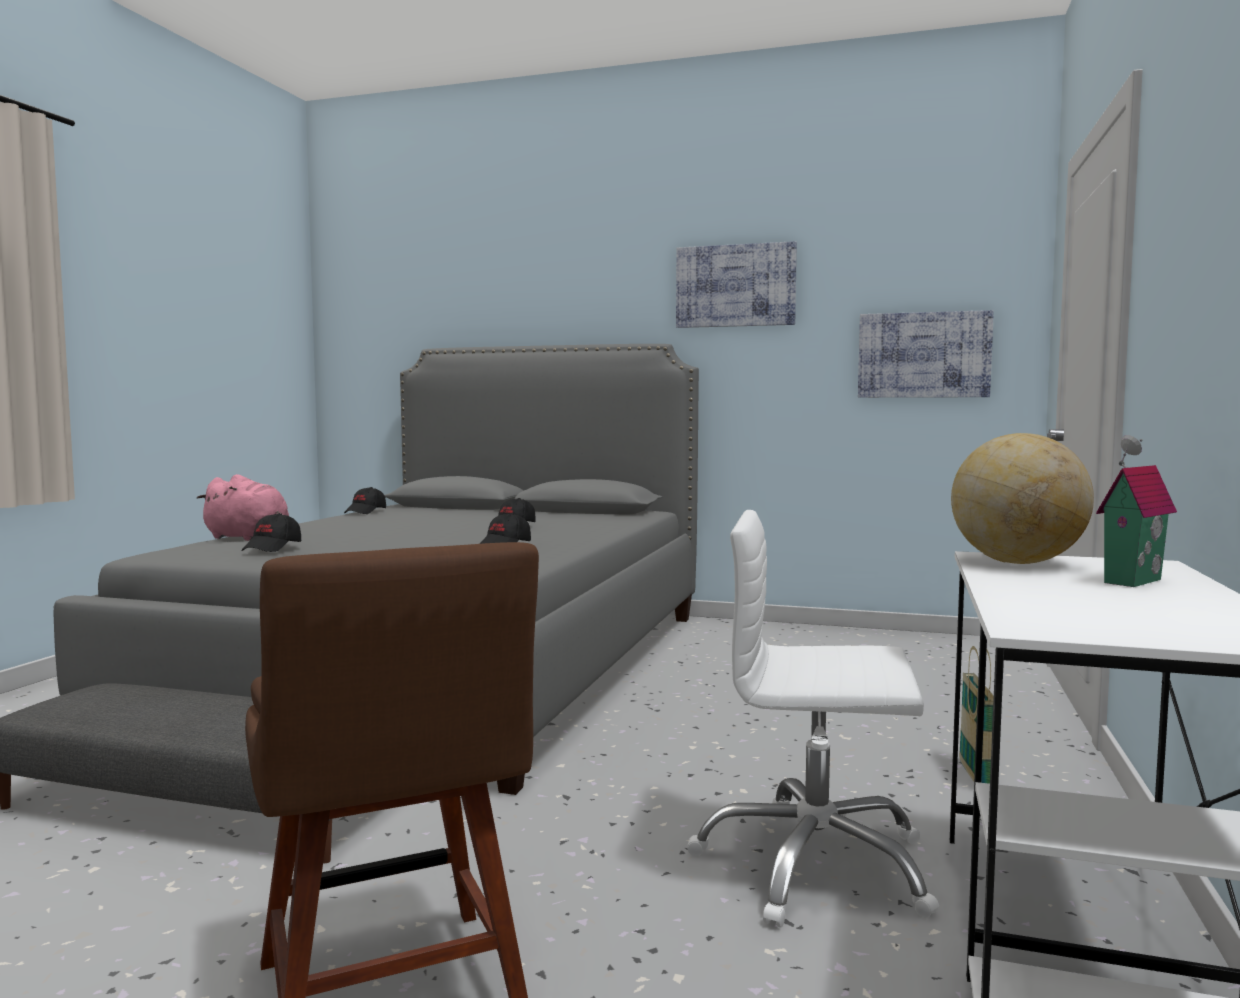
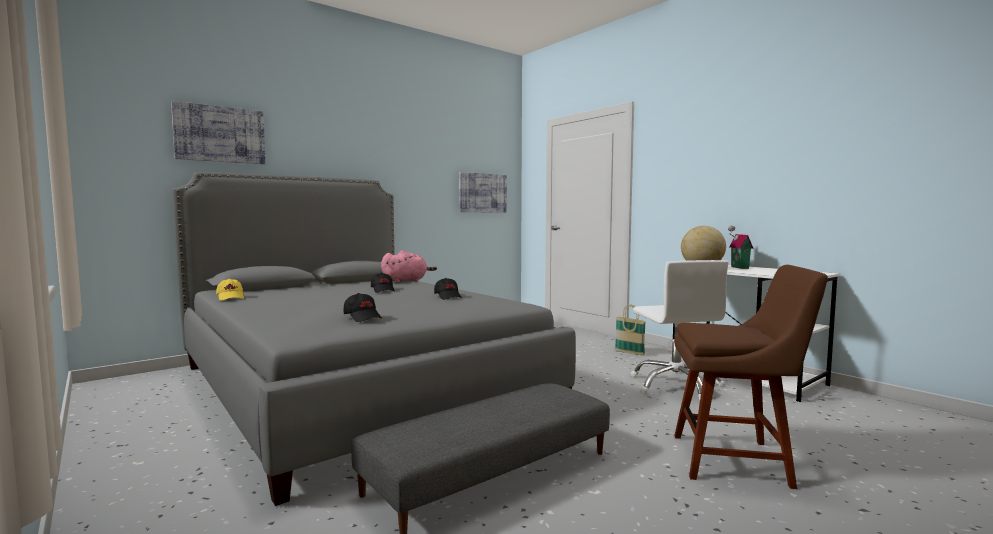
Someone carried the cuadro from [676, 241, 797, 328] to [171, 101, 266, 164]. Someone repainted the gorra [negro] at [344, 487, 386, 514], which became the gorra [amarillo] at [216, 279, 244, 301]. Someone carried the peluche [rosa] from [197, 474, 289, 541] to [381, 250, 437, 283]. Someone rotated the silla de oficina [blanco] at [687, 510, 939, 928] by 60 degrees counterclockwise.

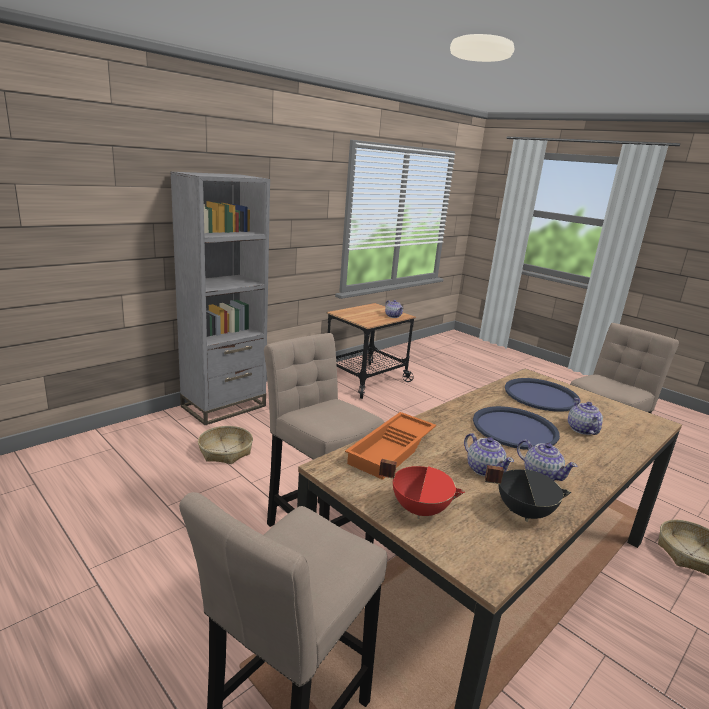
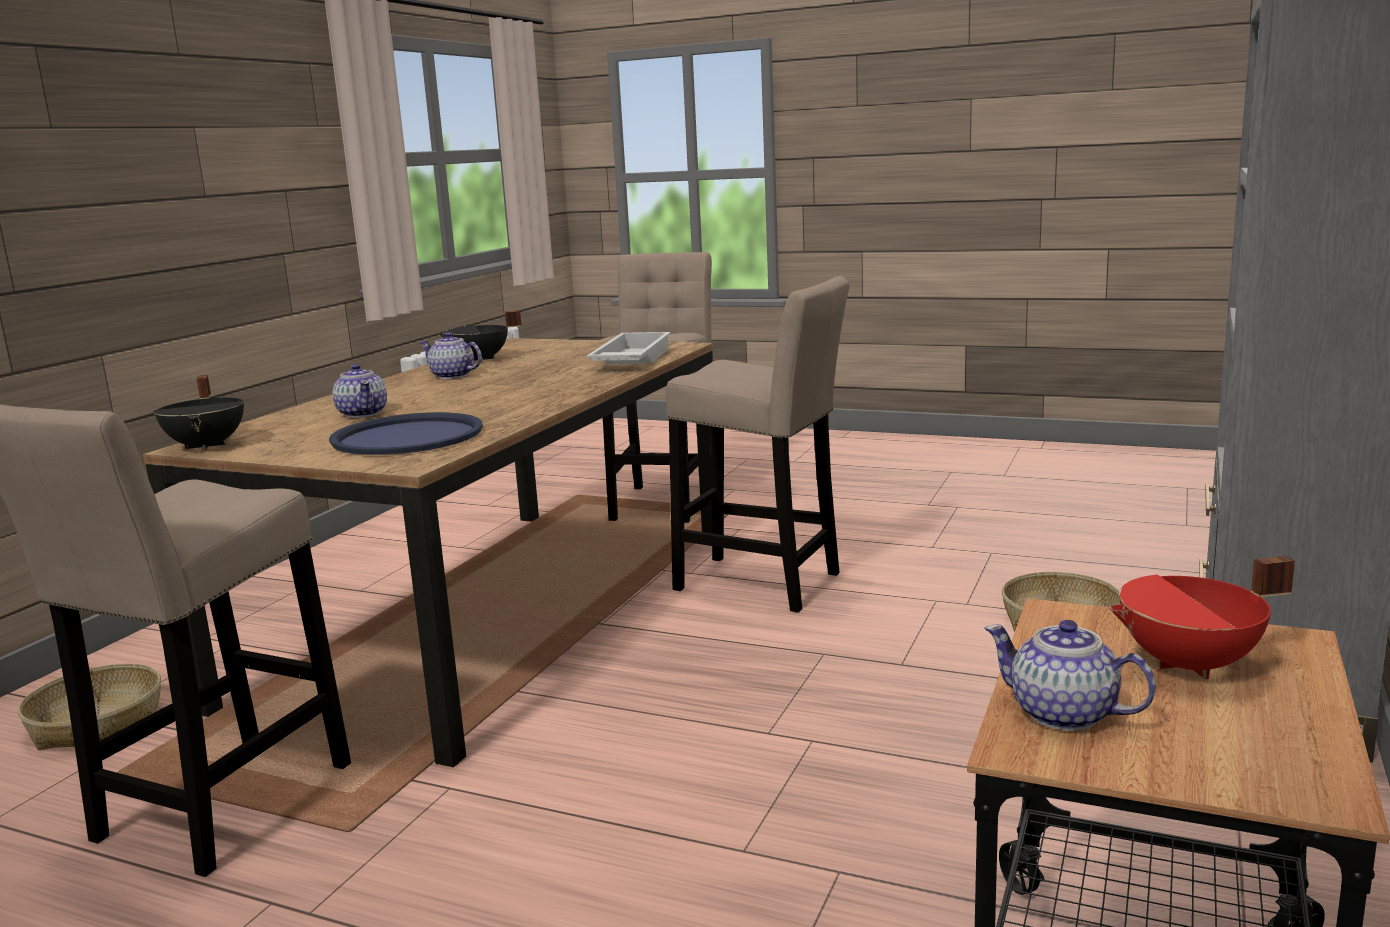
Someone put down the olla [negro] at [153, 375, 244, 451]. Someone repainted the bandeja [naranja] at [345, 412, 436, 480], which became the bandeja [blanco] at [587, 332, 671, 364]. Someone carried the olla [rojo] from [379, 459, 465, 519] to [1109, 556, 1295, 679]. Someone took away the tetera at [464, 433, 514, 476]. Someone took away the bandeja [azul] at [473, 406, 560, 450].

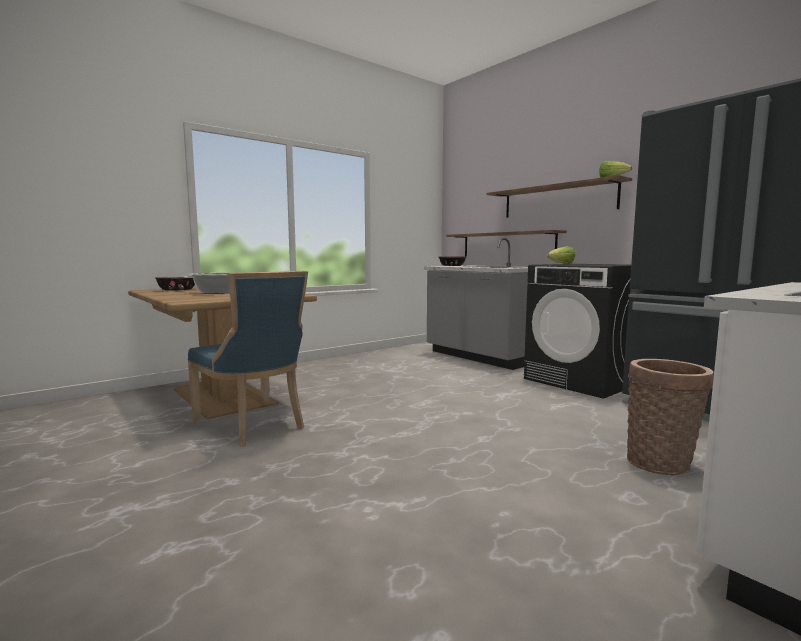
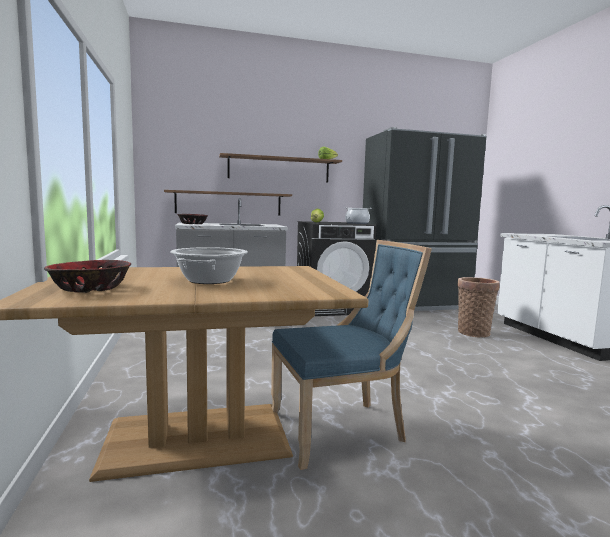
Someone put down the olla at [345, 207, 372, 224].

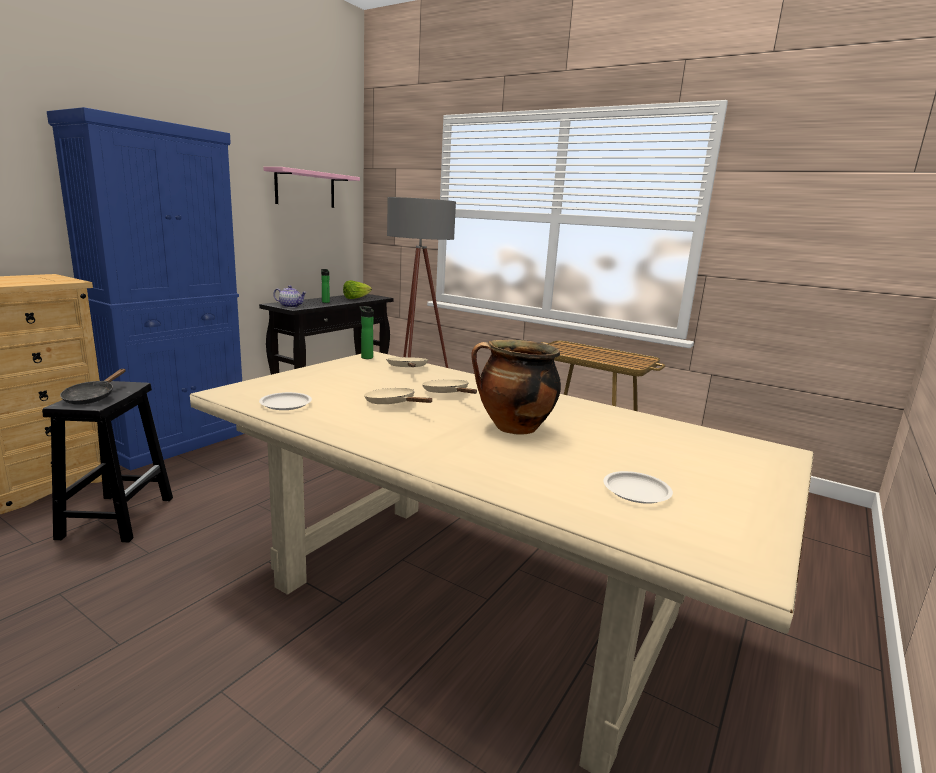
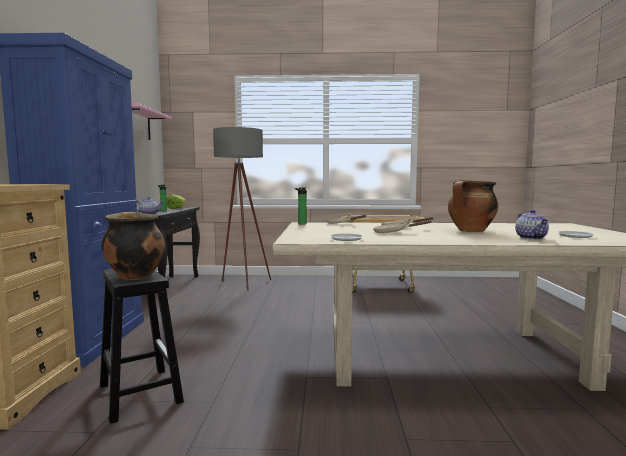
Someone swapped the sartén [negro] at [60, 369, 125, 405] for the olla at [101, 212, 165, 280]. Someone put down the tetera at [515, 209, 549, 240].

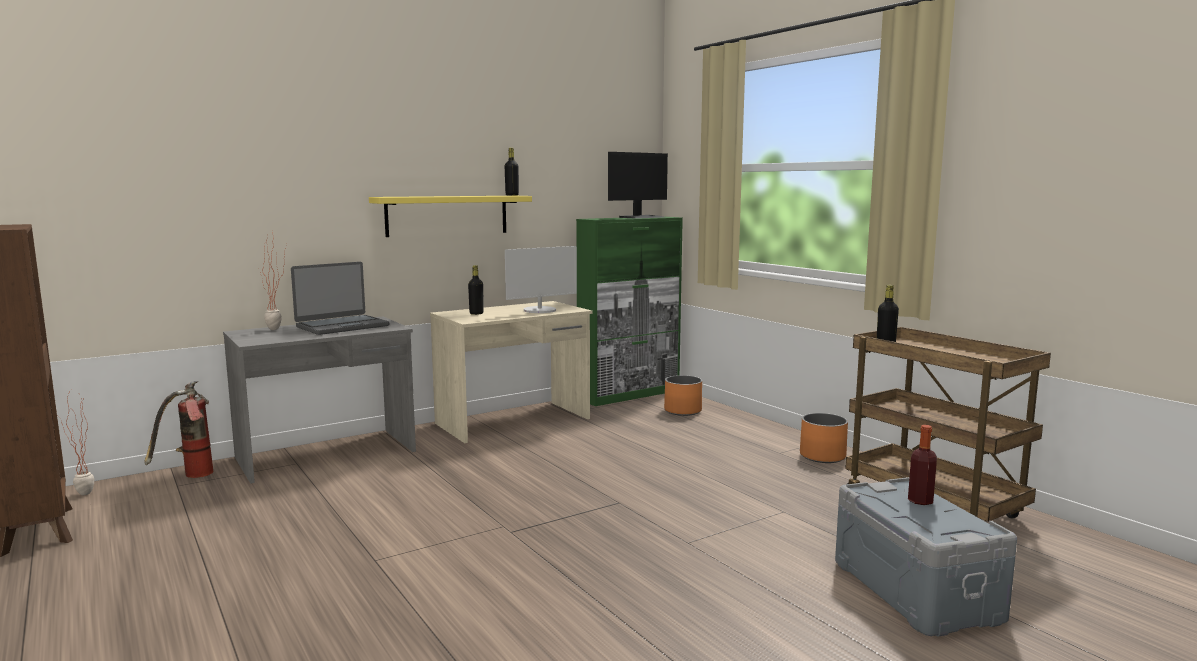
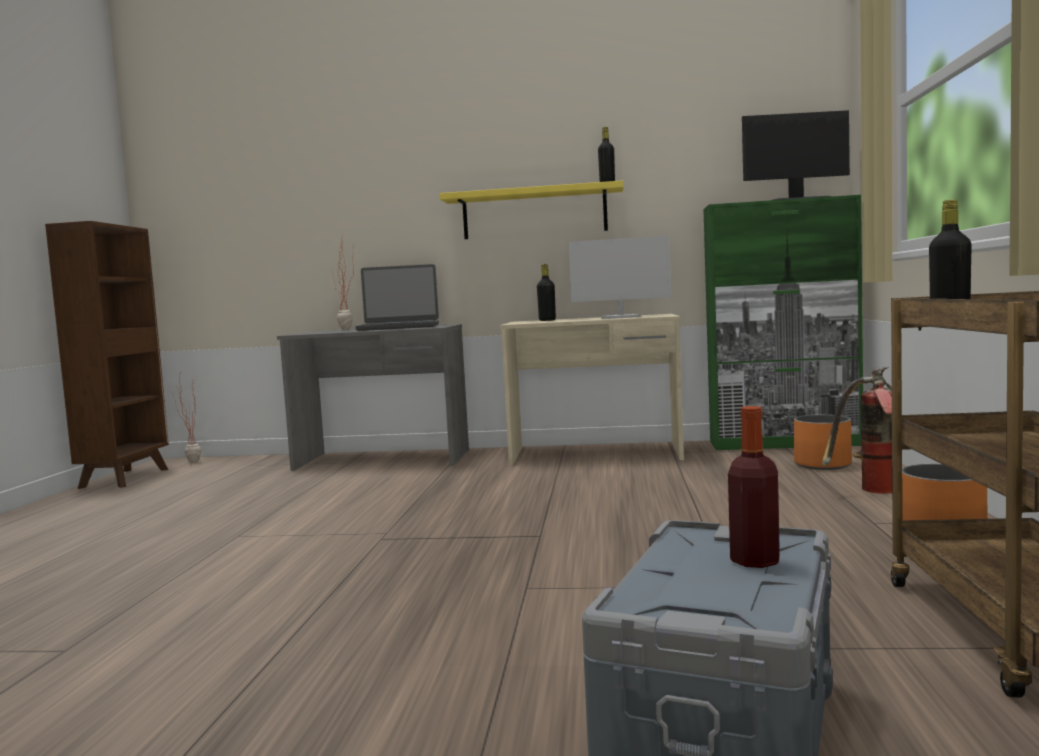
Someone carried the extintor from [144, 381, 213, 478] to [822, 367, 892, 494].

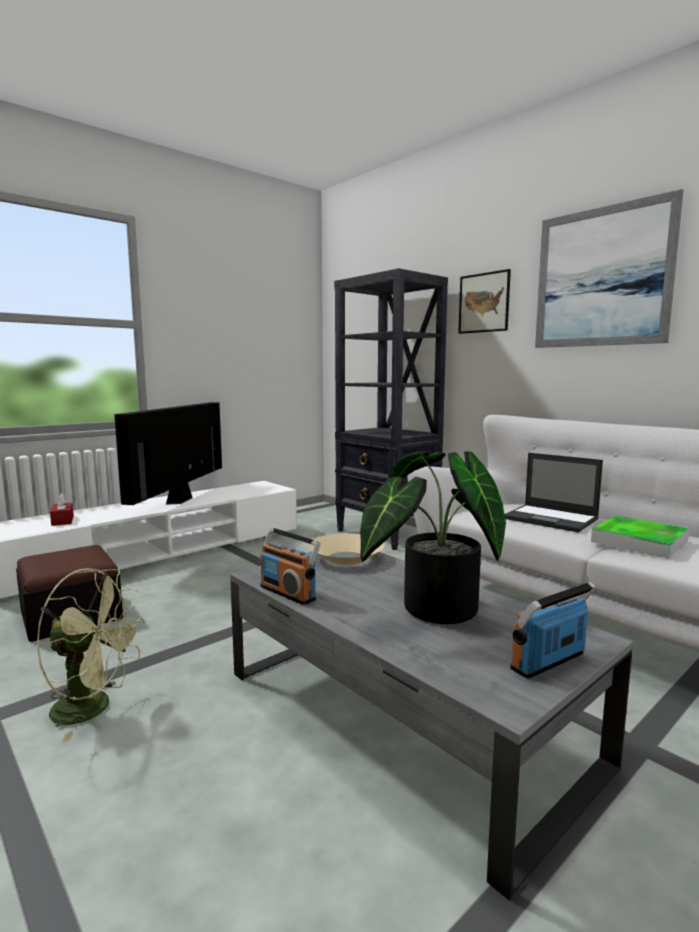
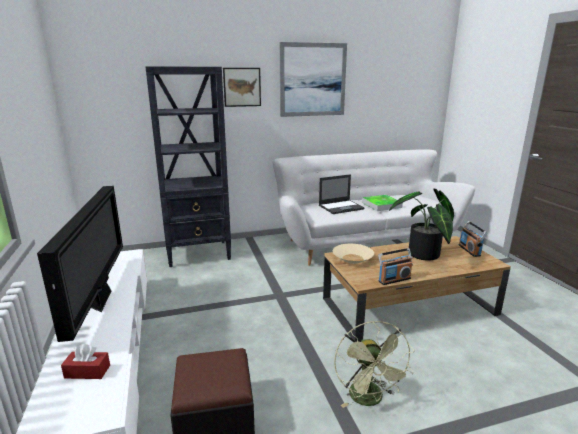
Someone rotated the televisor at [114, 402, 222, 505] by 135 degrees counterclockwise. Someone repainted the mesa de centro [gris] at [230, 551, 634, 900], which became the mesa de centro [marrón] at [323, 236, 511, 342]. Someone rotated the ventilador [verde] at [36, 568, 145, 742] by 135 degrees clockwise.

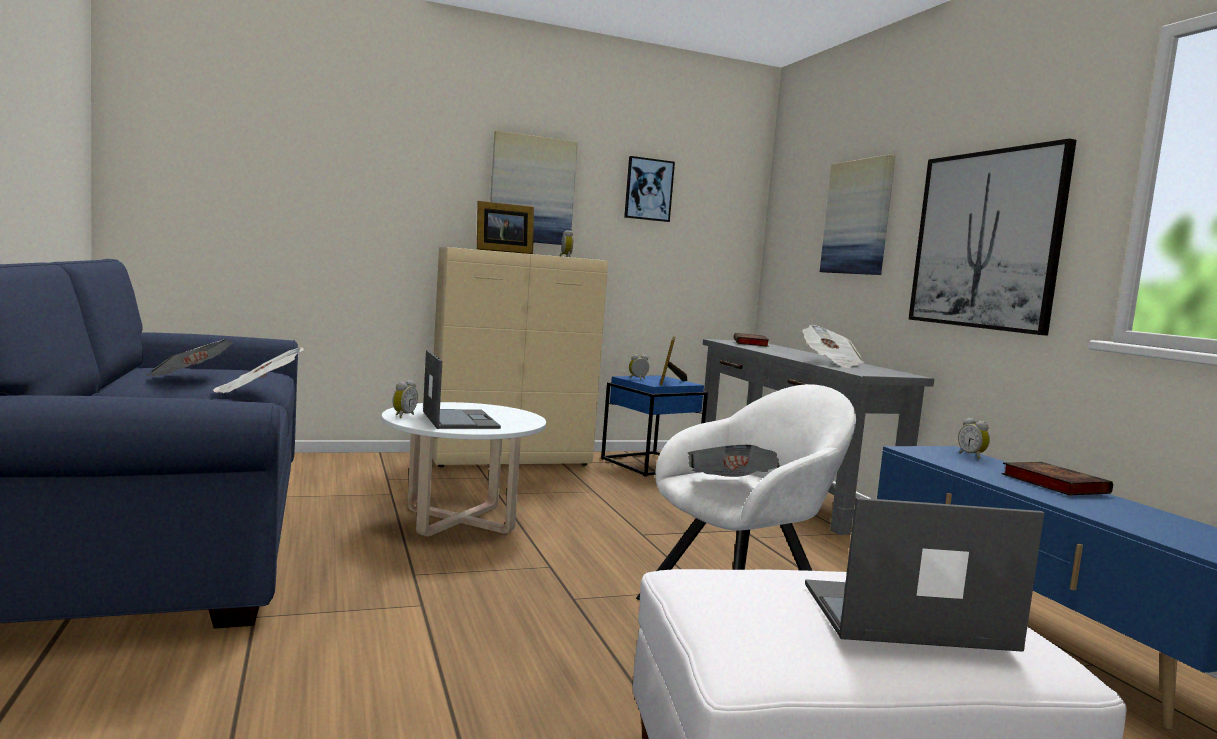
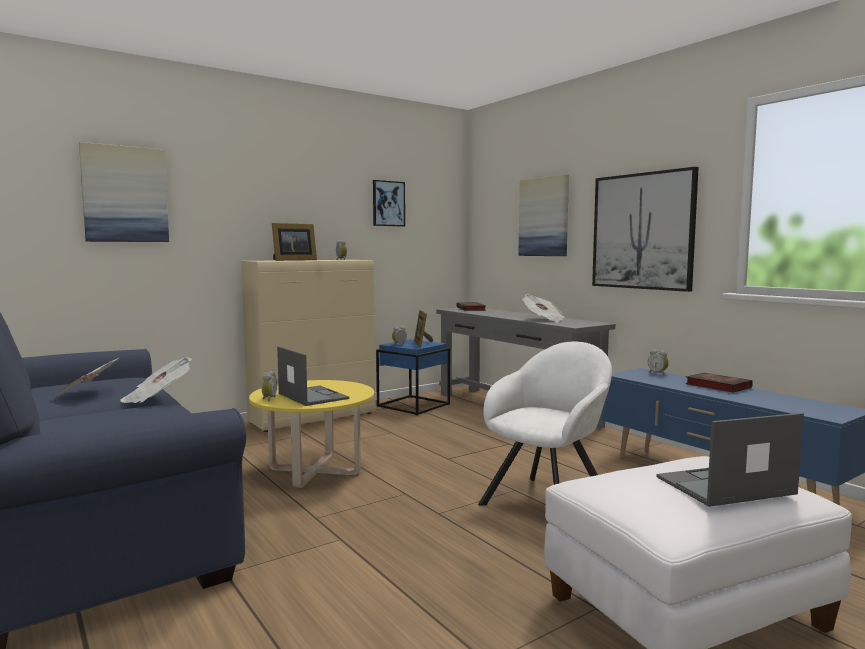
Someone carried the cuadro from [490, 131, 578, 245] to [79, 142, 169, 242]. Someone repainted the mesa de centro [blanco] at [381, 402, 546, 537], which became the mesa de centro [amarillo] at [249, 380, 374, 488]. Someone took away the periódico at [688, 445, 780, 477].

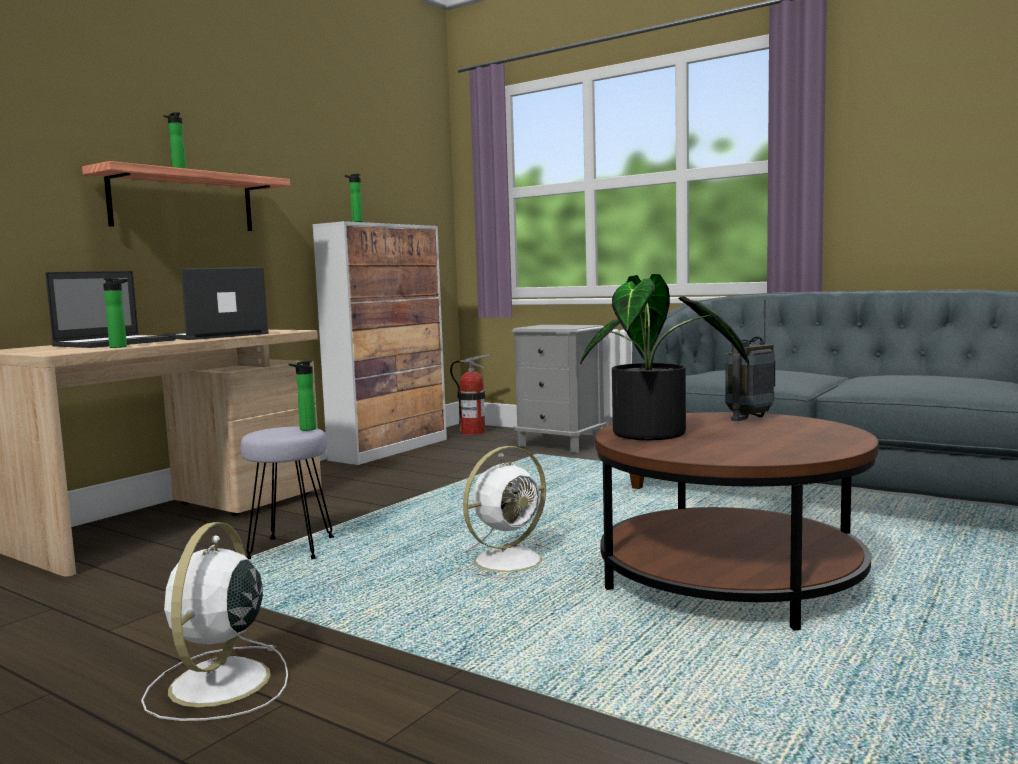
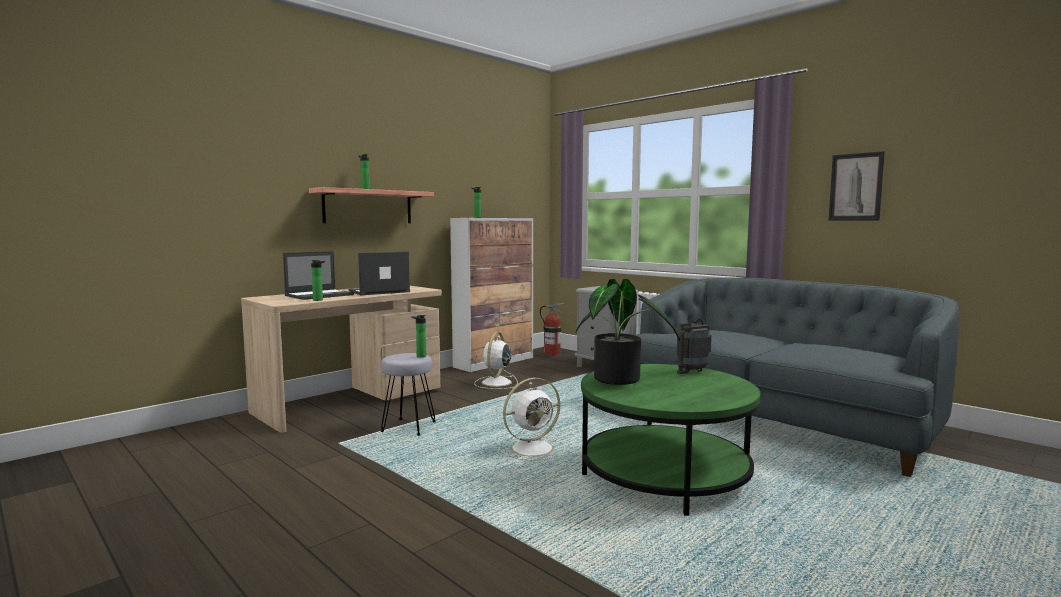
Someone carried the ventilador [blanco] from [141, 522, 288, 721] to [474, 332, 518, 389]. Someone repainted the mesa de centro [marrón] at [595, 412, 879, 631], which became the mesa de centro [verde] at [581, 364, 760, 515]. Someone put up the cuadro at [829, 151, 885, 221].

